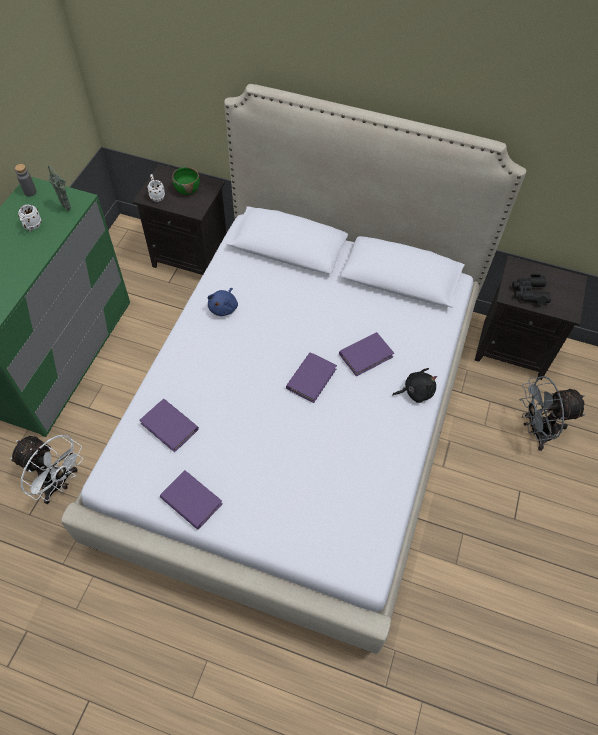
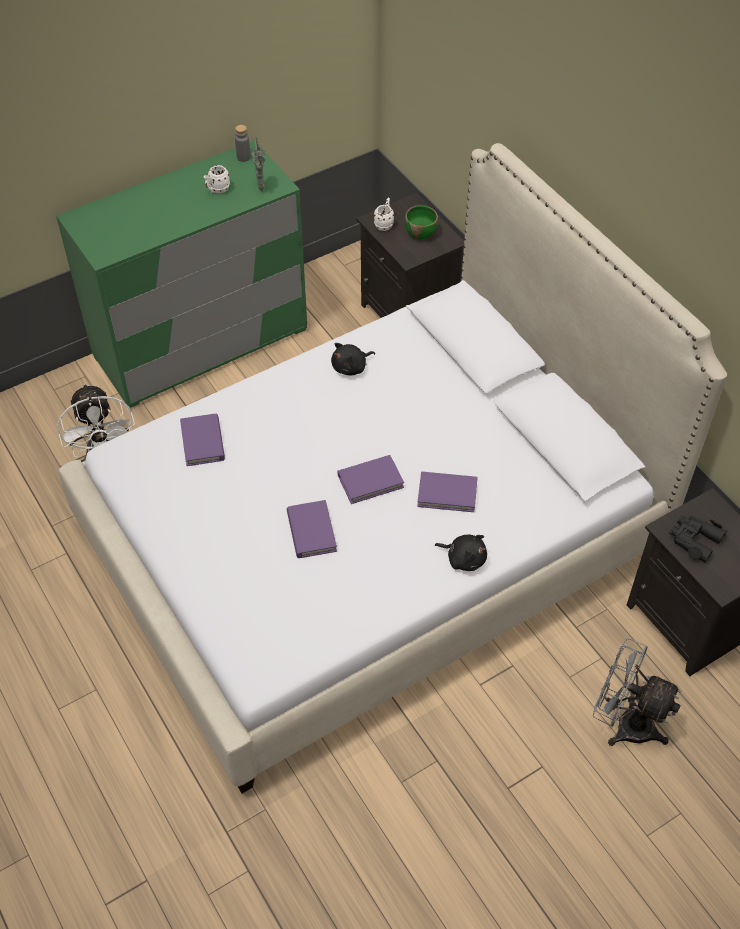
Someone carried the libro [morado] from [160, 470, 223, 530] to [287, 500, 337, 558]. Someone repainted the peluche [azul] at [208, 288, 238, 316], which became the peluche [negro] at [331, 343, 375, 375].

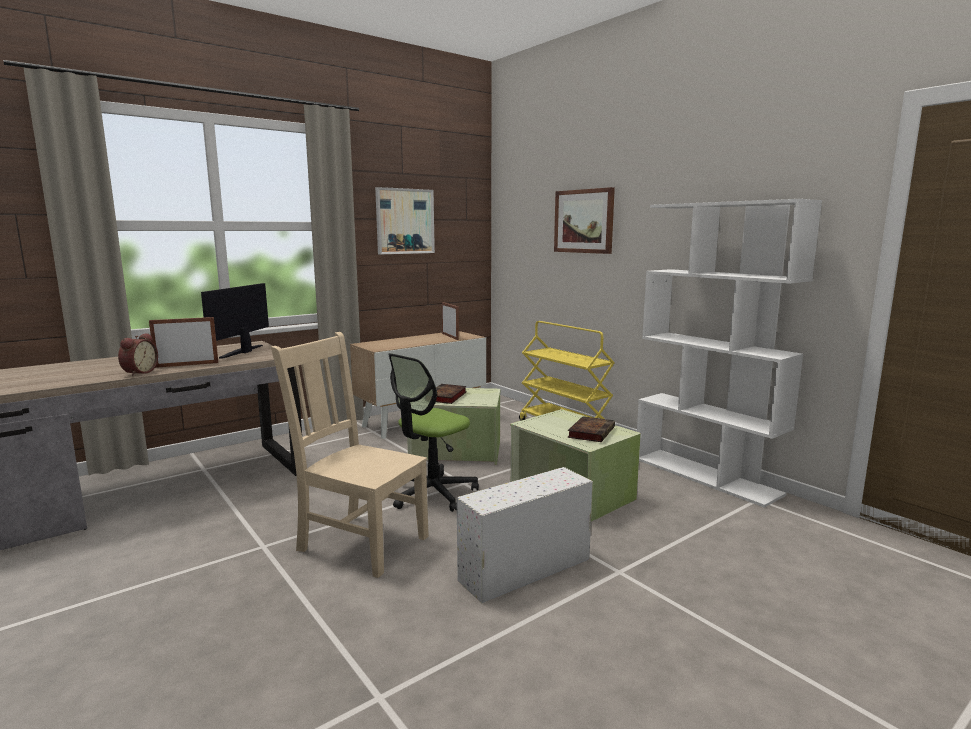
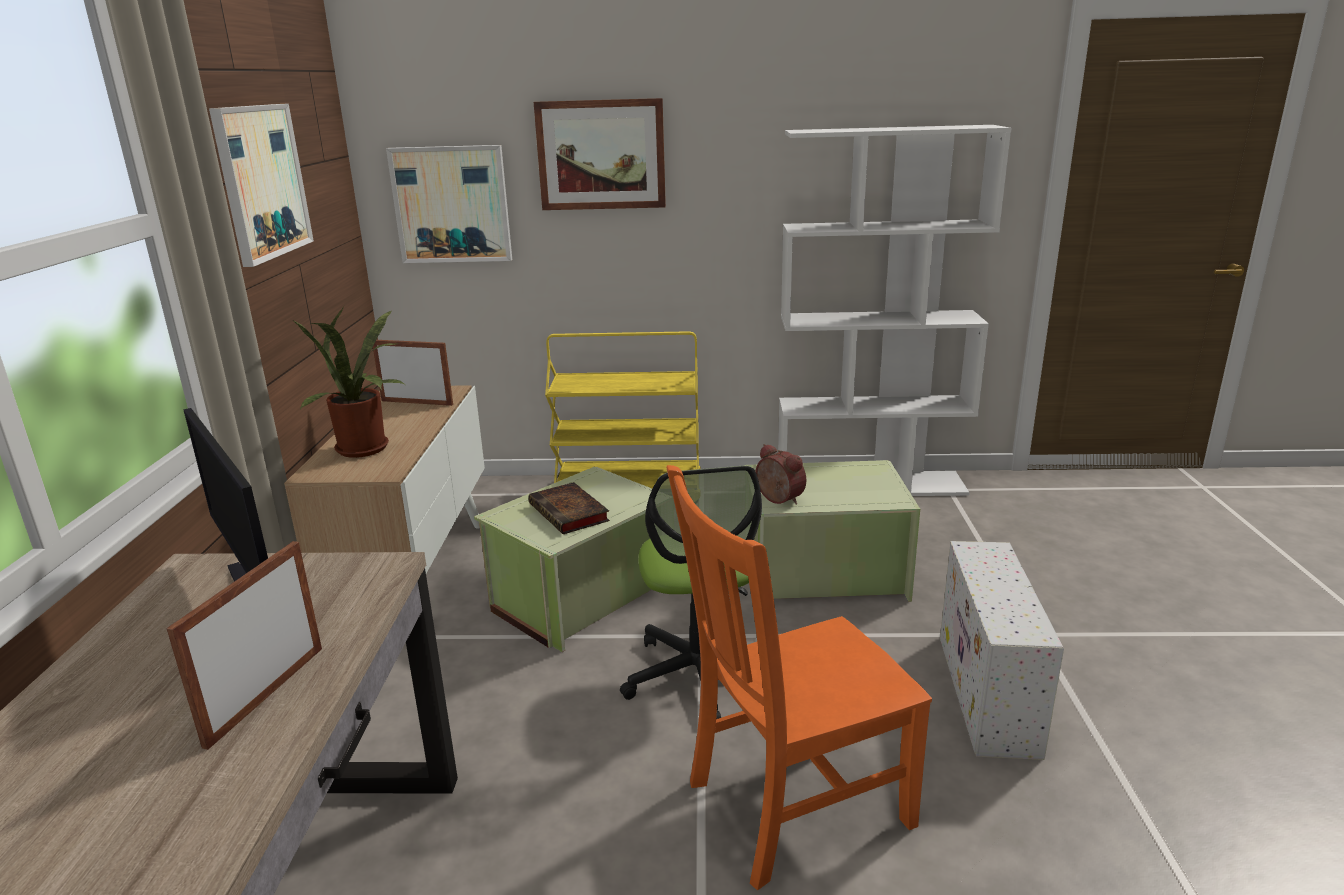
Someone put down the planta en maceta at [294, 307, 404, 458]. Someone put up the cuadro at [386, 145, 512, 263]. Someone repainted the silla [beis] at [271, 332, 429, 578], which became the silla [naranja] at [666, 465, 932, 890]. Someone carried the despertador from [118, 333, 158, 376] to [755, 444, 806, 505]. Someone took away the libro at [567, 416, 615, 442].

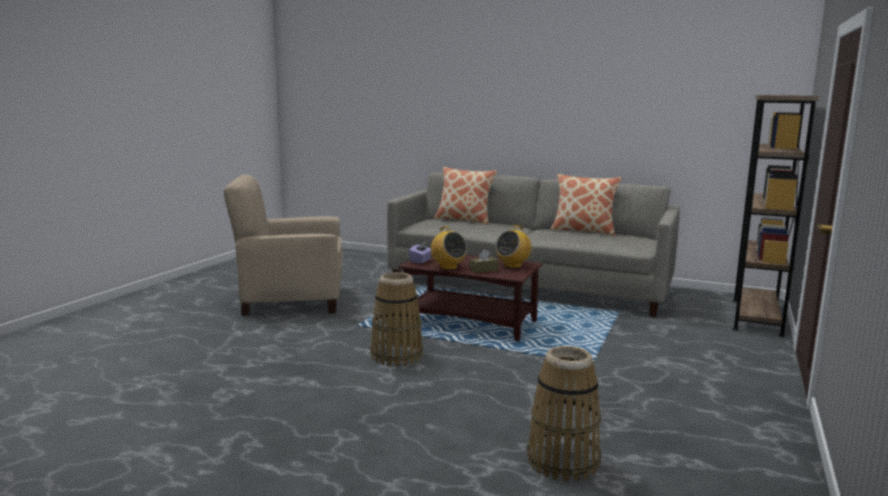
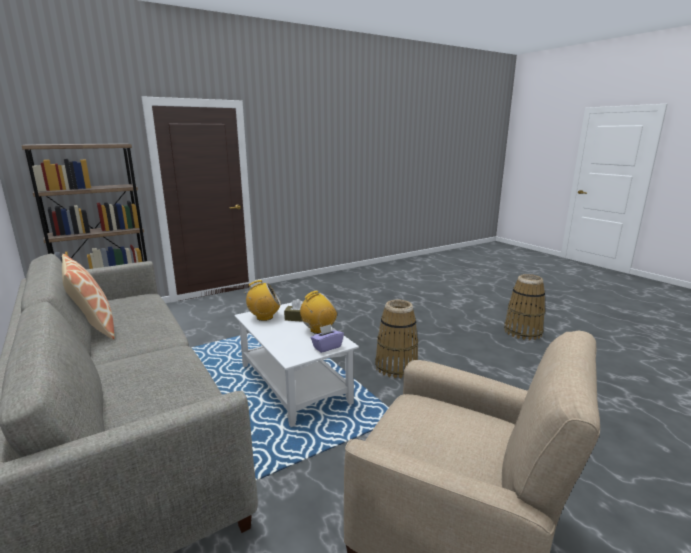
Someone repainted the mesa de centro [marrón] at [399, 254, 543, 341], which became the mesa de centro [blanco] at [234, 302, 359, 427]. Someone rotated the radio at [430, 226, 467, 270] by 60 degrees clockwise. Someone carried the cesta from [527, 346, 601, 481] to [504, 274, 545, 340]. Someone took away the cojín at [434, 167, 497, 225].

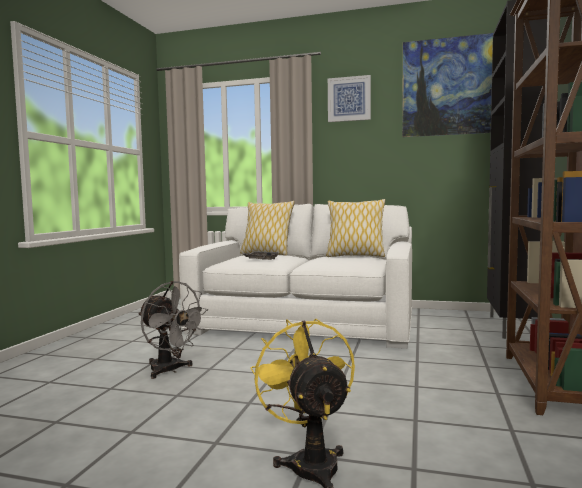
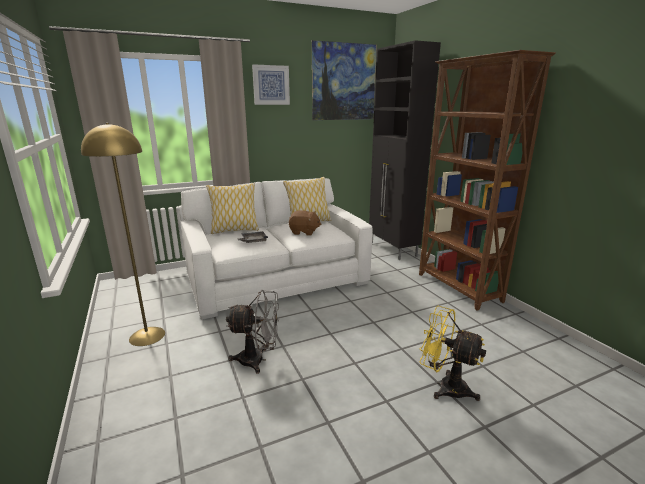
Someone put down the lámpara de pie [amarillo] at [81, 123, 165, 346]. Someone put down the peluche [marrón] at [289, 210, 321, 236].

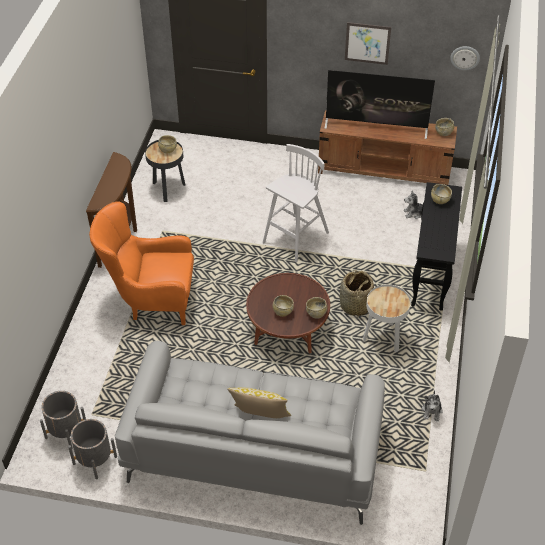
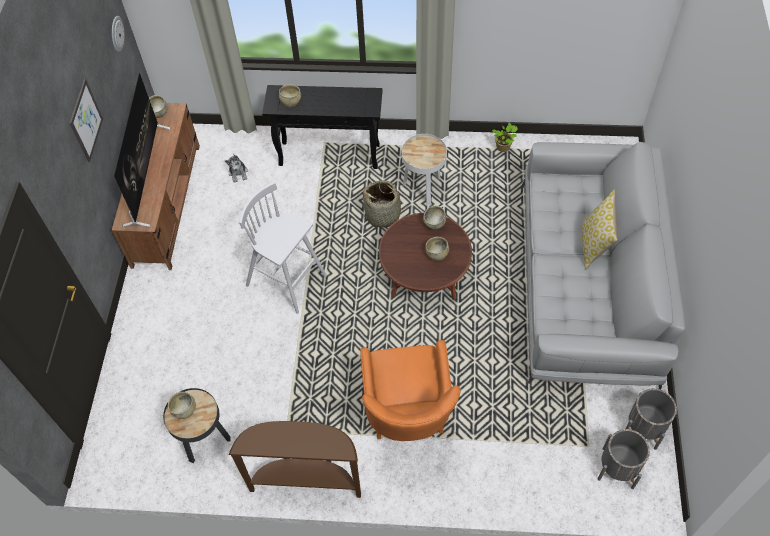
Someone swapped the peluche at [422, 390, 443, 421] for the planta en maceta at [492, 123, 517, 152].

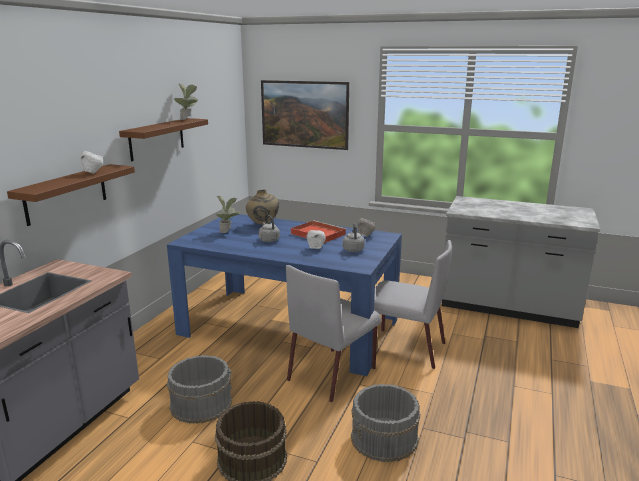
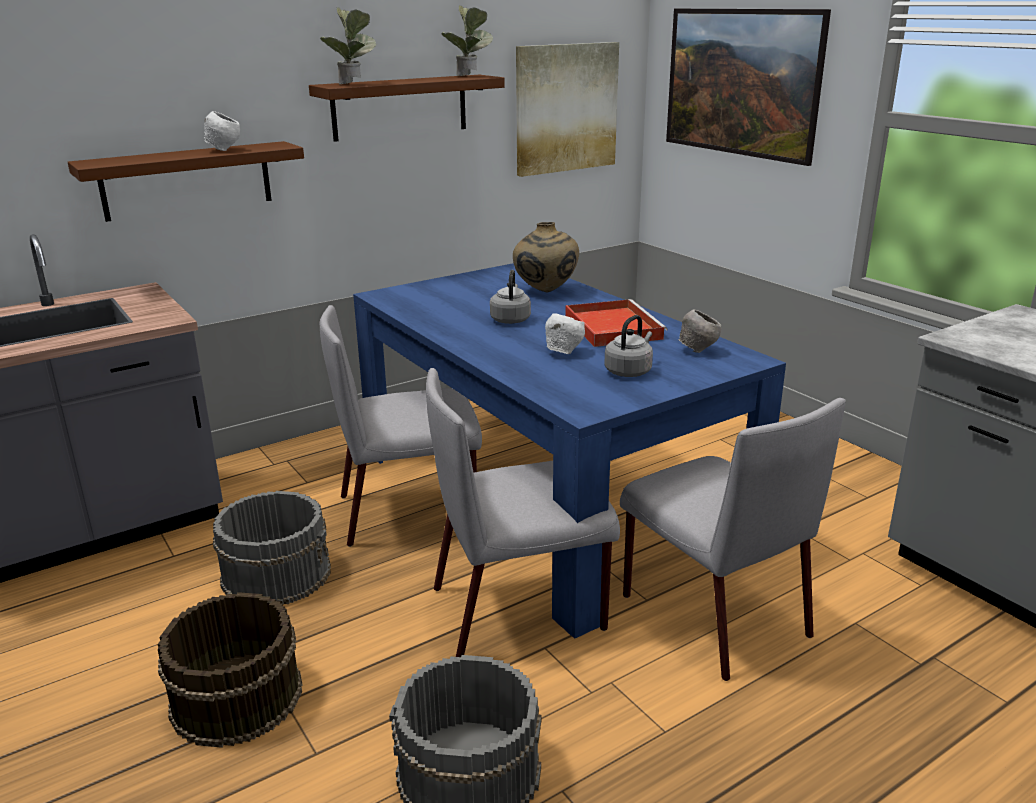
Someone put down the silla [gris] at [319, 305, 482, 547]. Someone carried the planta en maceta from [216, 196, 240, 233] to [320, 8, 376, 85]. Someone put up the cuadro at [516, 42, 619, 177].

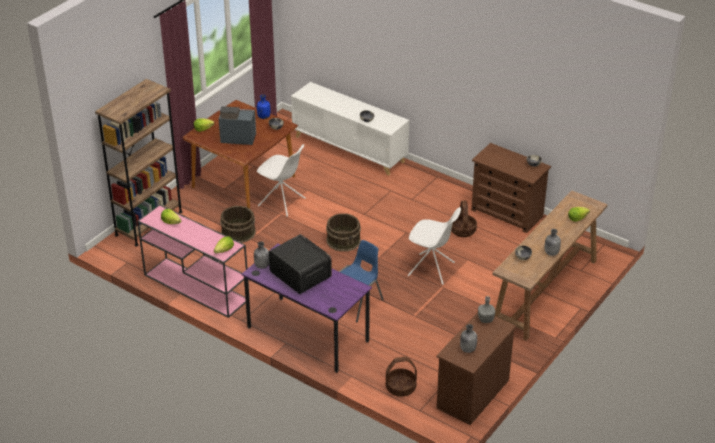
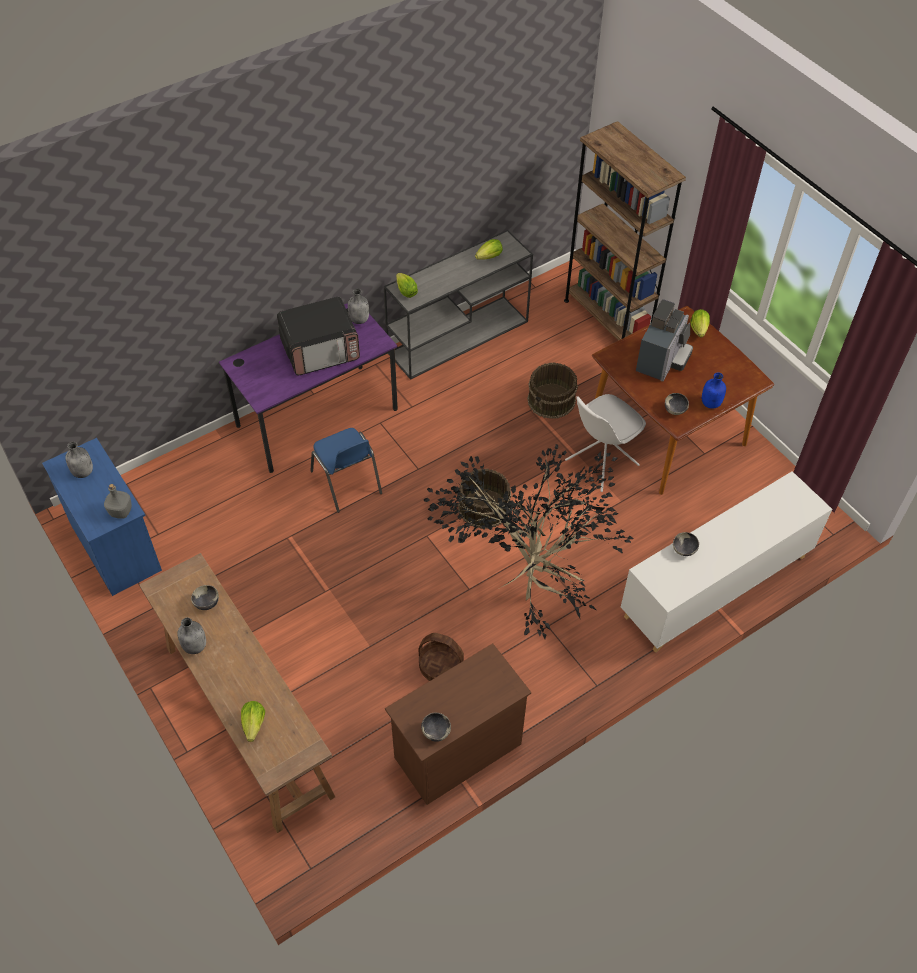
Someone repainted the cómoda [marrón] at [436, 312, 516, 425], which became the cómoda [azul] at [42, 438, 162, 596]. Someone repainted the mesa consola [rosa] at [137, 205, 250, 318], which became the mesa consola [gris] at [384, 230, 533, 380]. Someone put down the planta en maceta at [424, 444, 633, 639]. Someone took away the cesta at [386, 357, 417, 397]. Someone took away the silla [blanco] at [408, 207, 461, 285].

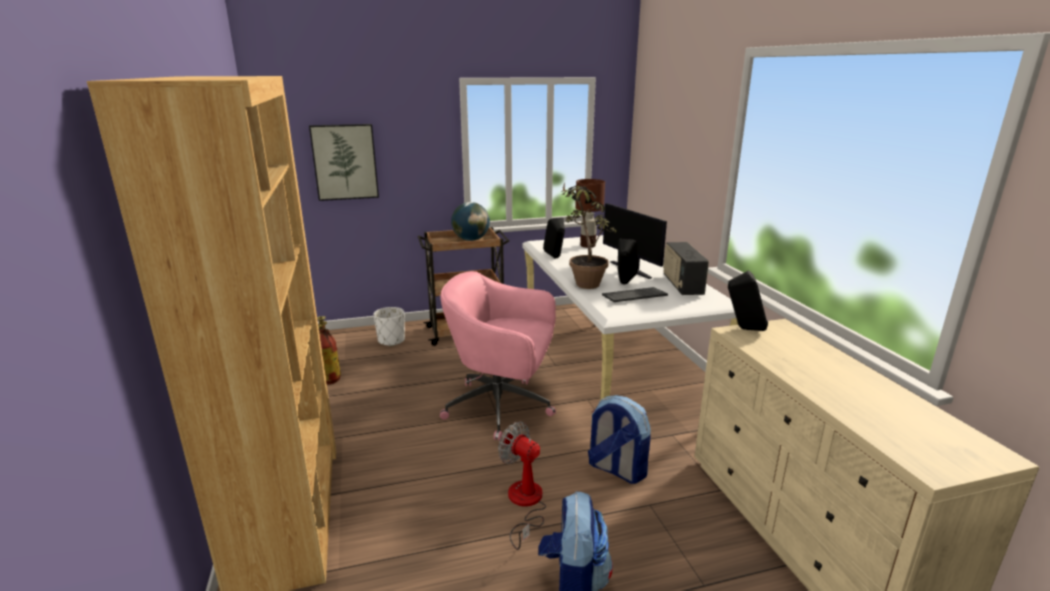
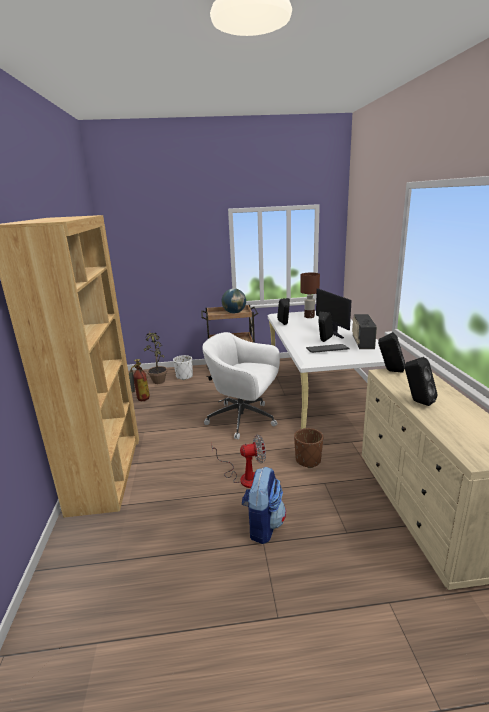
Someone carried the planta en maceta from [561, 181, 617, 289] to [143, 332, 167, 384]. Someone repainted the silla de oficina [rosa] at [440, 271, 556, 441], which became the silla de oficina [blanco] at [202, 332, 280, 439]. Someone rotated the ventilador at [498, 421, 546, 550] by 120 degrees clockwise. Someone swapped the mochila at [588, 395, 651, 484] for the maceta [marrón] at [294, 428, 323, 468]. Someone put down the altavoz [negro] at [405, 357, 438, 406]. Someone took away the cuadro at [309, 124, 379, 201].

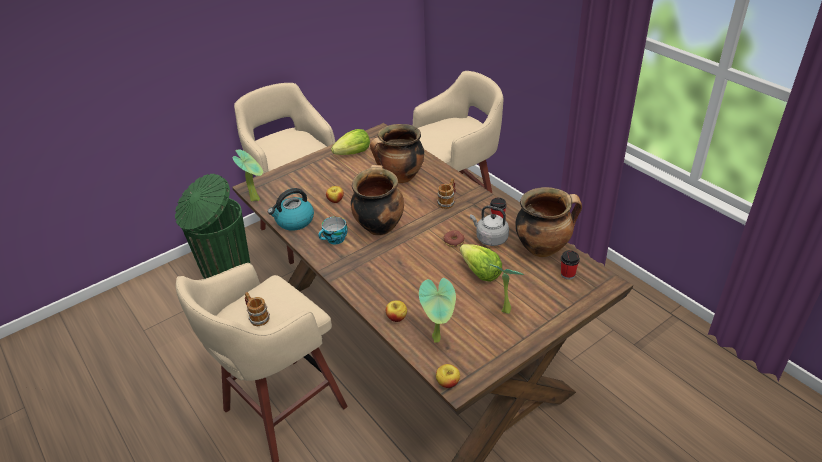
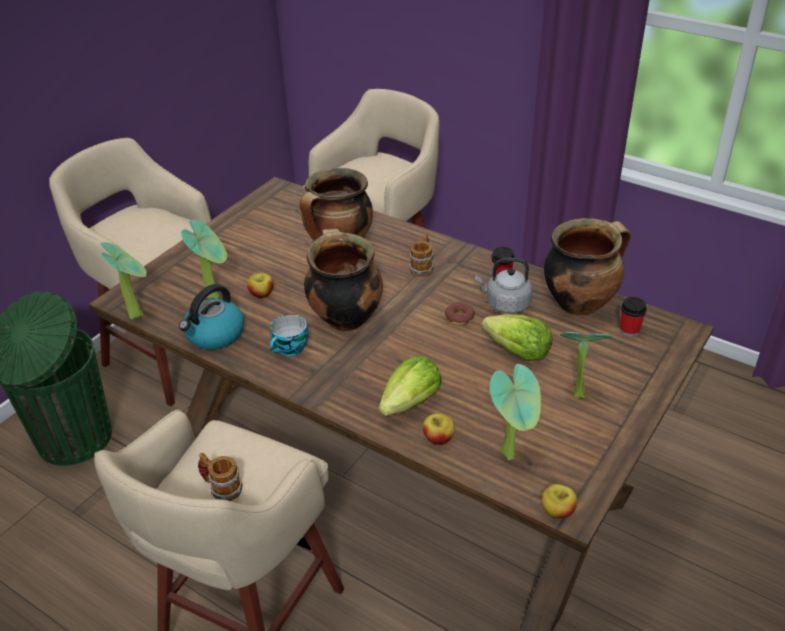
Someone put down the planta en maceta at [181, 220, 227, 299]. Someone carried the lechuga from [331, 129, 370, 155] to [379, 356, 441, 416].

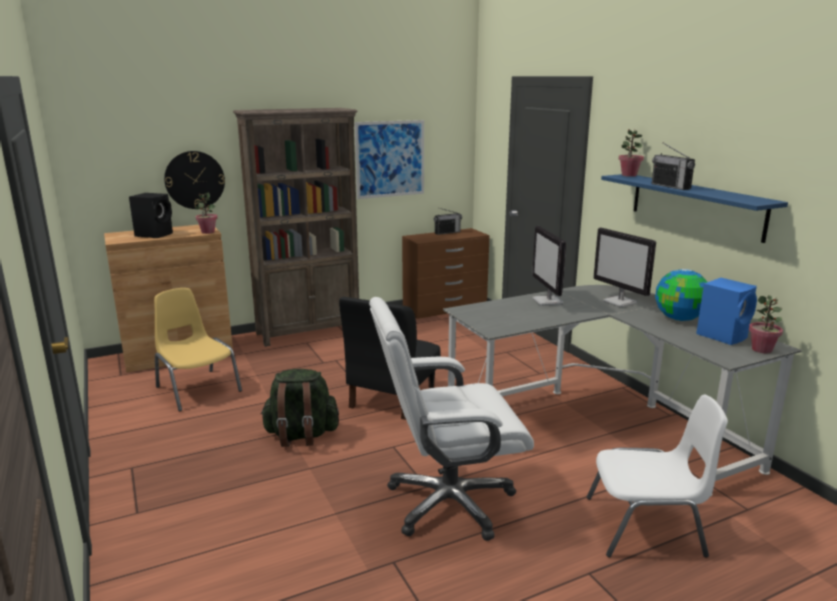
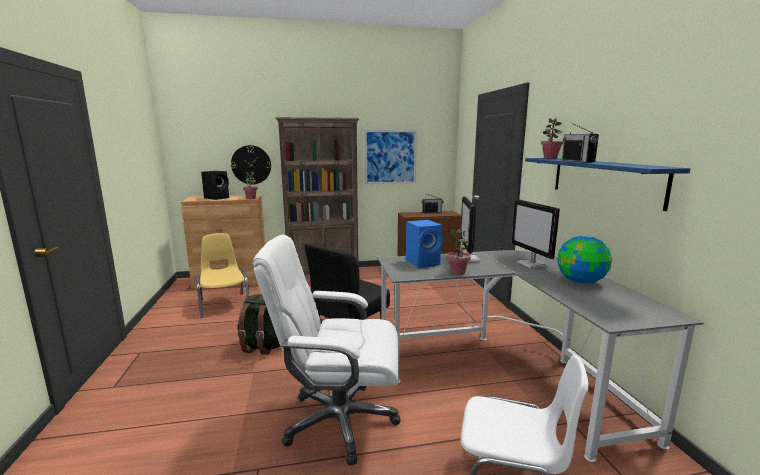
Someone carried the altavoz [azul] from [696, 278, 757, 345] to [406, 220, 443, 268]. Someone carried the planta en maceta from [749, 295, 783, 354] to [447, 229, 471, 275].

